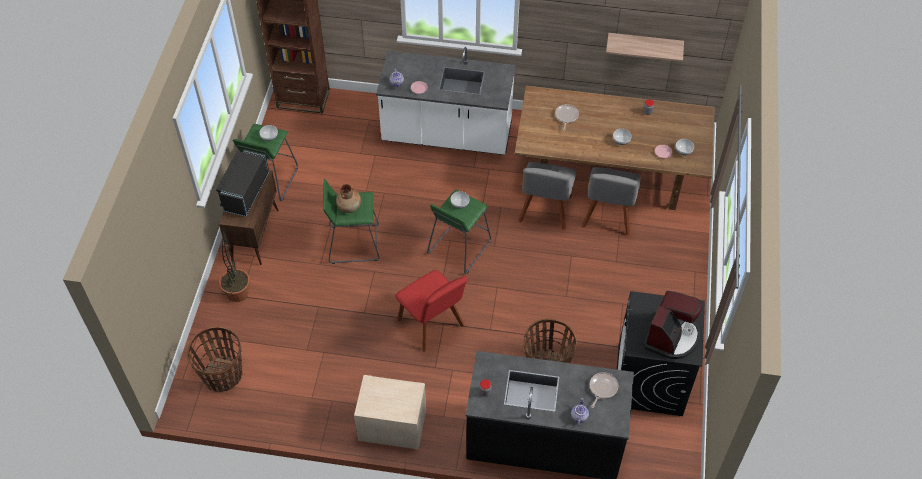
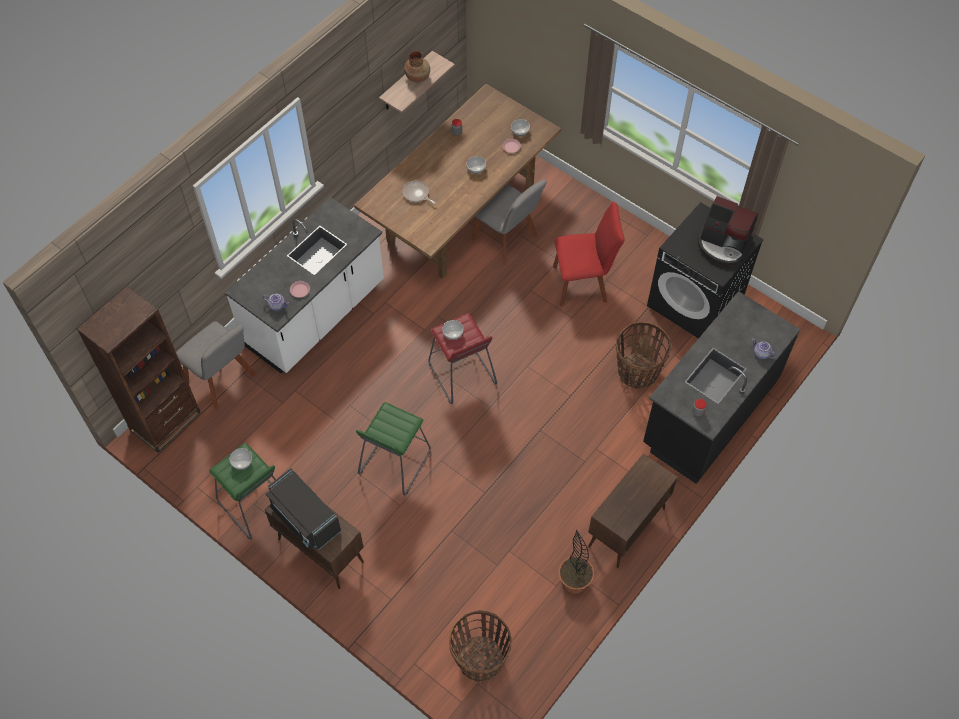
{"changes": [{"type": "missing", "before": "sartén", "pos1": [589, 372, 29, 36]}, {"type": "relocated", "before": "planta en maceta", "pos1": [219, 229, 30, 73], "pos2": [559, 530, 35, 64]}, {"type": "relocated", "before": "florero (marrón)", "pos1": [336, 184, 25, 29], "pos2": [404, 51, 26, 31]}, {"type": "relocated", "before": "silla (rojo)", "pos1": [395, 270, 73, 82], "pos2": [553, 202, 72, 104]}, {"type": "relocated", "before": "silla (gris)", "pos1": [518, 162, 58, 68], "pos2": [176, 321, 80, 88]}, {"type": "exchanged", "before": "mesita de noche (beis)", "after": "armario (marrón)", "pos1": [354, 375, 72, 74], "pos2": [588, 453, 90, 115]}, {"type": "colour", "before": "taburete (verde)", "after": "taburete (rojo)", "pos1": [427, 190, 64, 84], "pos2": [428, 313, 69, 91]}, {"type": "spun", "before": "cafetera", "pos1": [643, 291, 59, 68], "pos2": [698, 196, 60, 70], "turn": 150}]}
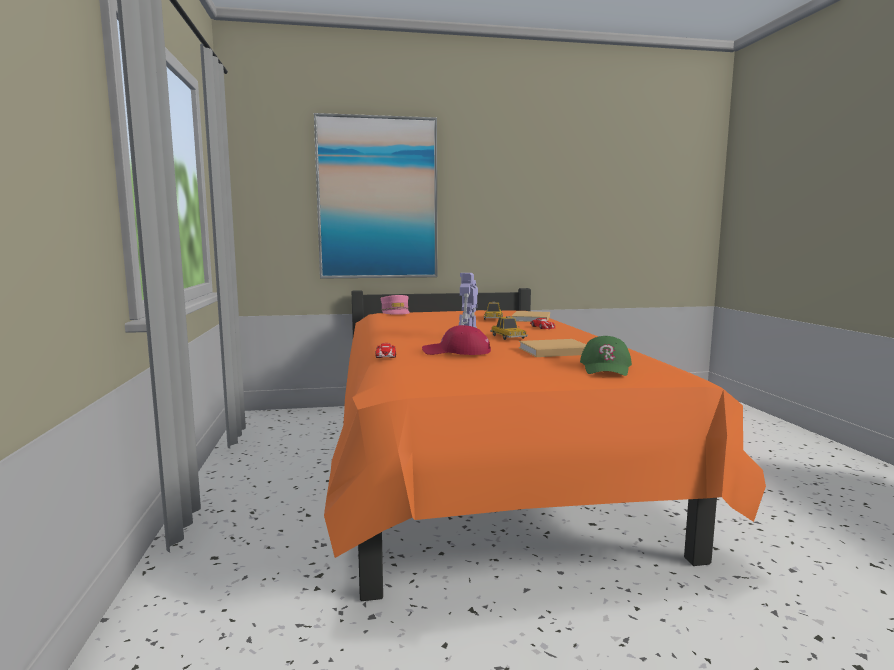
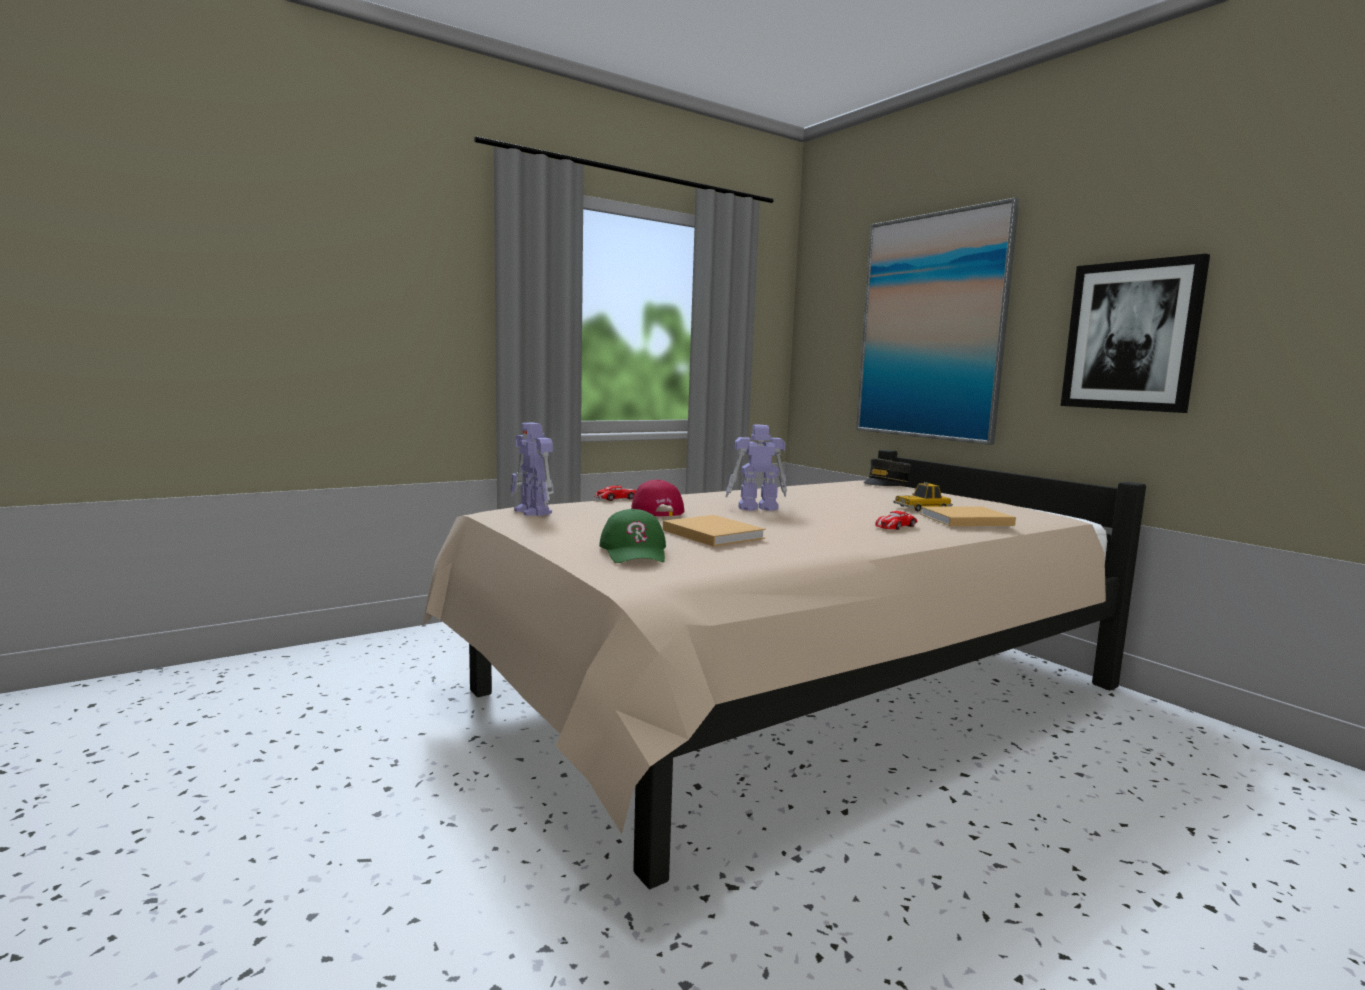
{"changes": [{"type": "missing", "before": "coche de juguete", "pos1": [490, 316, 38, 24]}, {"type": "appeared", "after": "robot de juguete", "pos2": [510, 423, 44, 93]}, {"type": "appeared", "after": "cuadro", "pos2": [1061, 254, 149, 159]}, {"type": "colour", "before": "cama (naranja)", "after": "cama (beis)", "pos1": [324, 288, 442, 313], "pos2": [422, 450, 724, 440]}, {"type": "colour", "before": "gorra (rosa)", "after": "gorra (gris)", "pos1": [380, 295, 30, 20], "pos2": [863, 458, 48, 28]}, {"type": "spun", "before": "gorra (verde)", "pos1": [580, 336, 52, 40], "pos2": [599, 509, 67, 54], "turn": -90}]}
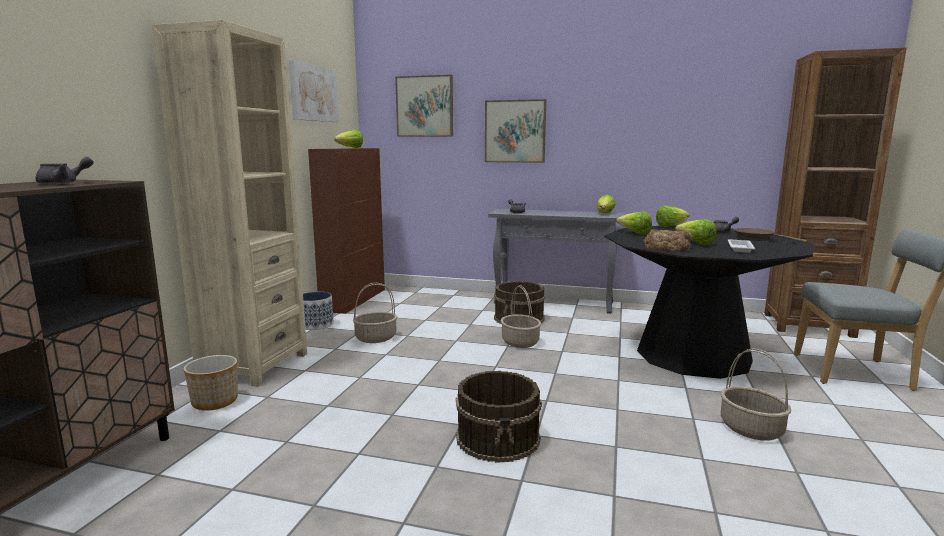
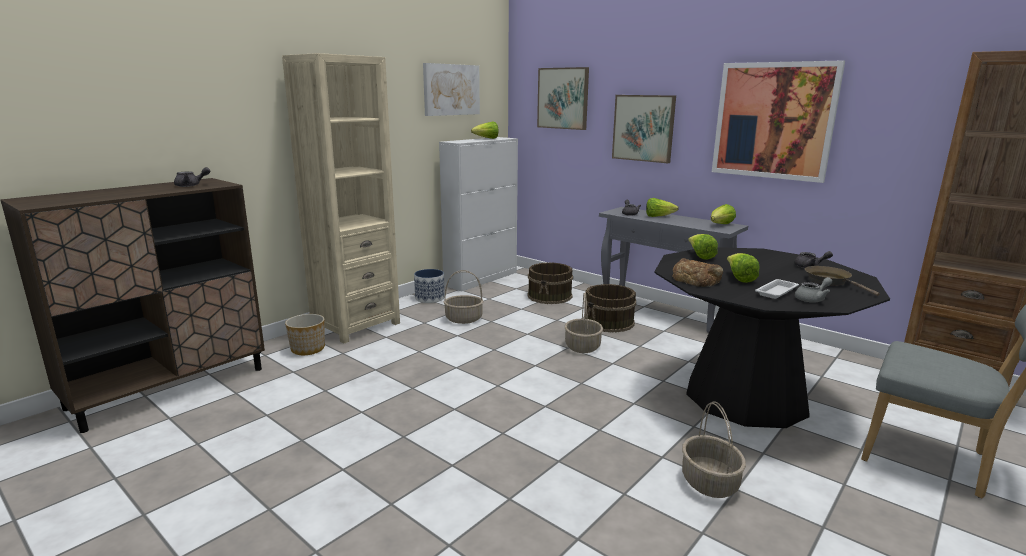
{"changes": [{"type": "appeared", "after": "cuadro", "pos2": [712, 60, 133, 123]}, {"type": "appeared", "after": "tetera (gris)", "pos2": [795, 277, 37, 26]}, {"type": "relocated", "before": "cubo (marrón)", "pos1": [456, 371, 86, 92], "pos2": [527, 263, 46, 41]}, {"type": "relocated", "before": "lechuga", "pos1": [656, 206, 33, 21], "pos2": [646, 198, 33, 19]}, {"type": "colour", "before": "armario (marrón)", "after": "armario (blanco)", "pos1": [308, 148, 77, 166], "pos2": [439, 137, 79, 155]}]}
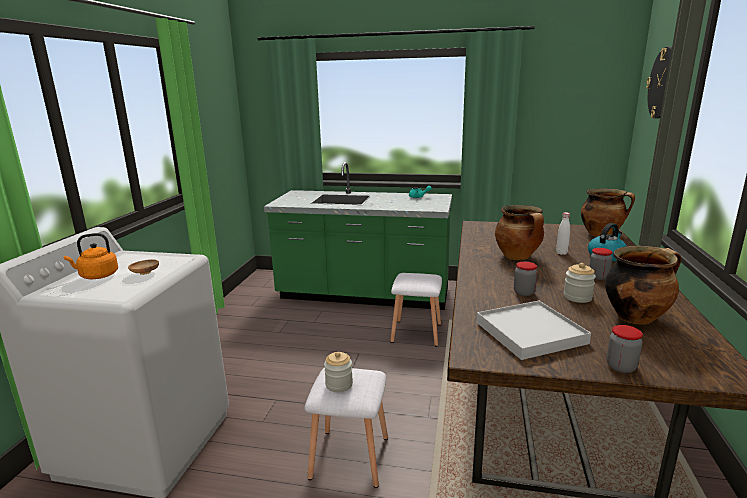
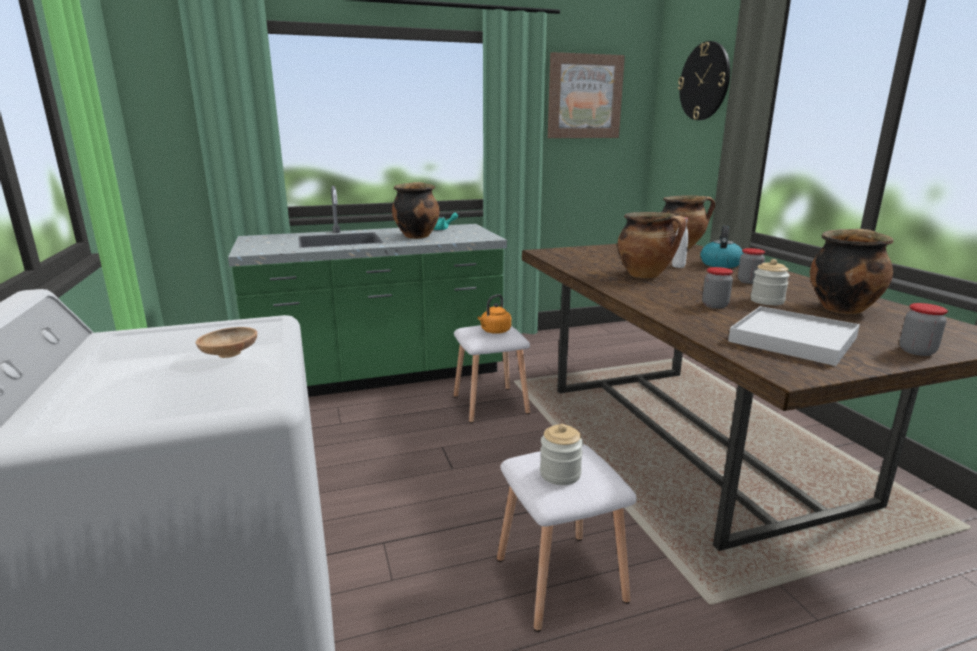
{"changes": [{"type": "appeared", "after": "olla", "pos2": [392, 182, 48, 57]}, {"type": "appeared", "after": "cuadro", "pos2": [548, 52, 77, 86]}, {"type": "relocated", "before": "hervidor (naranja)", "pos1": [64, 233, 54, 46], "pos2": [477, 294, 34, 40]}]}
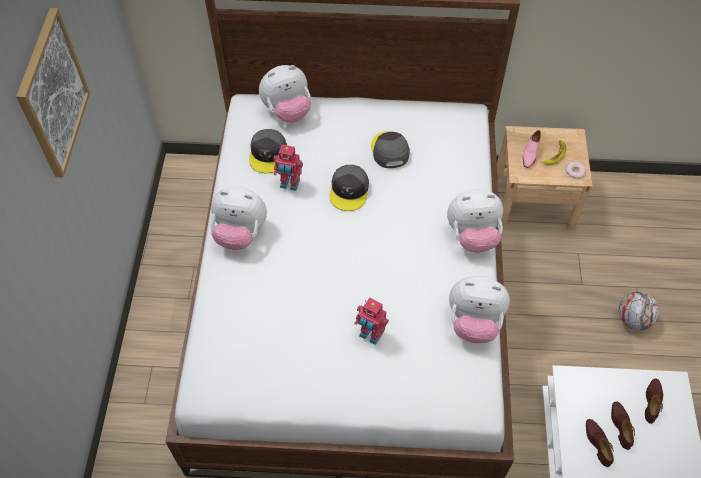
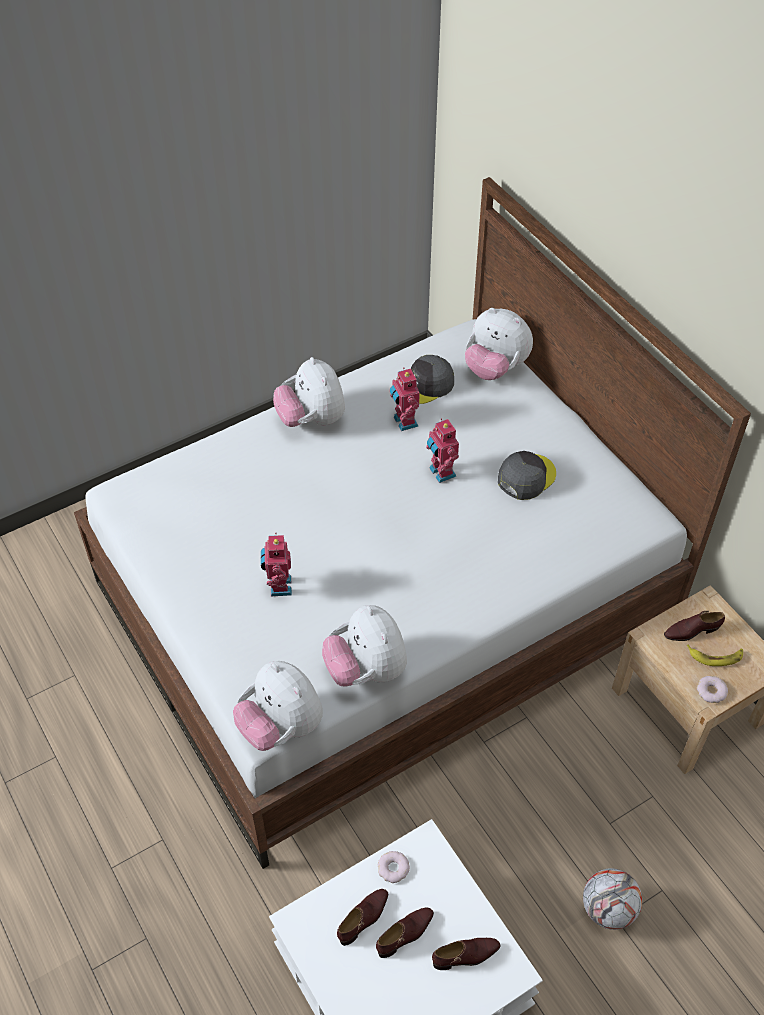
{"changes": [{"type": "missing", "before": "cuadro", "pos1": [16, 8, 74, 169]}, {"type": "appeared", "after": "rosquilla", "pos2": [378, 851, 32, 32]}, {"type": "relocated", "before": "peluche", "pos1": [447, 189, 56, 64], "pos2": [233, 661, 90, 90]}, {"type": "exchanged", "before": "gorra (gris)", "after": "robot de juguete", "pos1": [330, 165, 39, 46], "pos2": [426, 418, 33, 65]}, {"type": "colour", "before": "zapato (rosa)", "after": "zapato (marrón)", "pos1": [522, 130, 19, 38], "pos2": [664, 611, 61, 30]}]}
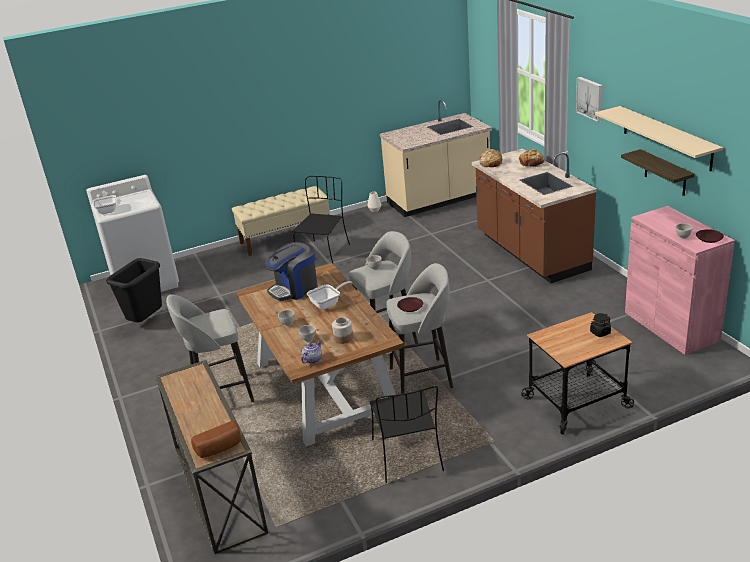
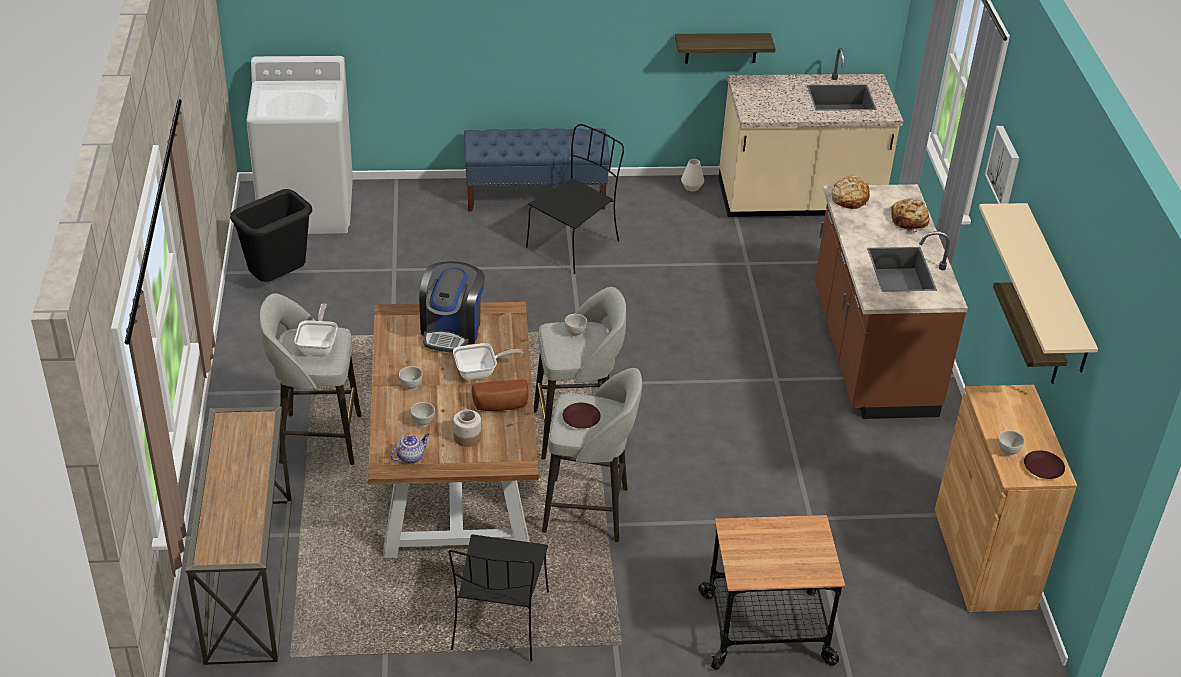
{"changes": [{"type": "missing", "before": "tarro (negro)", "pos1": [590, 313, 21, 24]}, {"type": "appeared", "after": "estante", "pos2": [675, 33, 101, 30]}, {"type": "relocated", "before": "sartén", "pos1": [93, 191, 23, 23], "pos2": [294, 303, 44, 53]}, {"type": "relocated", "before": "pan", "pos1": [191, 421, 50, 37], "pos2": [472, 379, 57, 32]}, {"type": "colour", "before": "banco (beis)", "after": "banco (azul)", "pos1": [232, 186, 98, 70], "pos2": [464, 128, 146, 84]}, {"type": "colour", "before": "armario (rosa)", "after": "armario (marrón)", "pos1": [625, 206, 110, 149], "pos2": [935, 385, 142, 227]}, {"type": "spun", "before": "cafetera", "pos1": [265, 242, 53, 59], "pos2": [419, 261, 66, 92], "turn": -60}]}
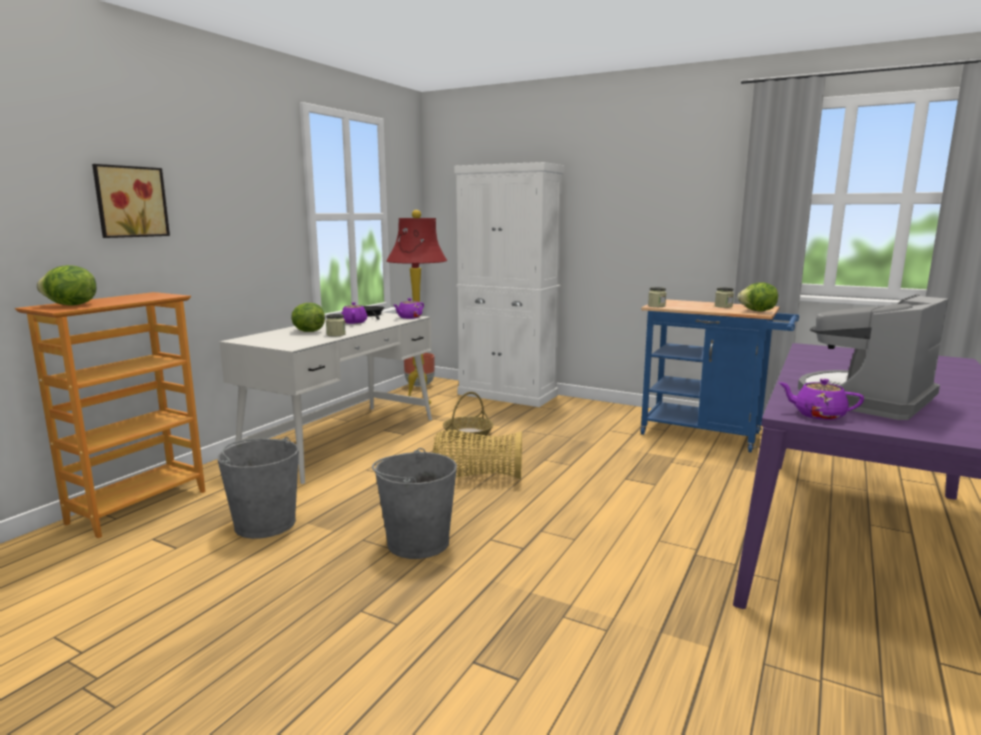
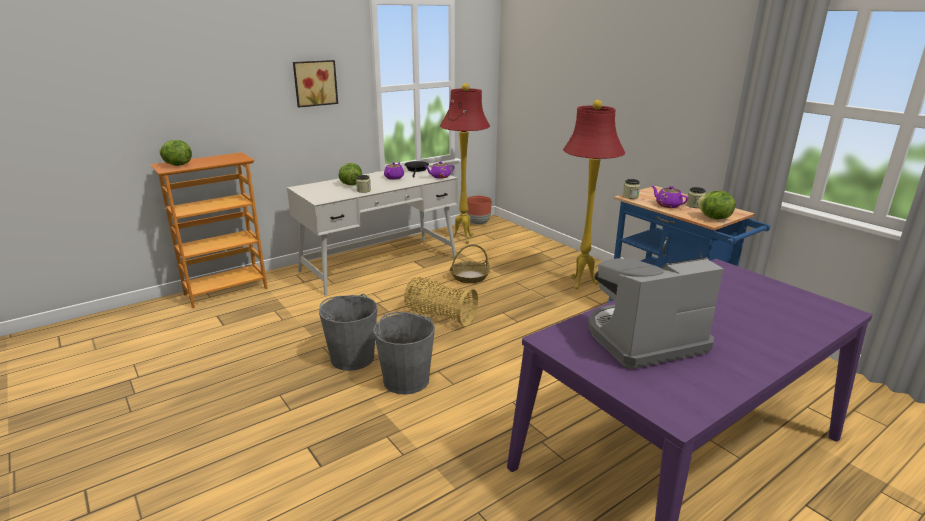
{"changes": [{"type": "missing", "before": "armario (blanco)", "pos1": [454, 162, 110, 245]}, {"type": "appeared", "after": "lámpara de pie (rojo)", "pos2": [563, 100, 62, 189]}, {"type": "relocated", "before": "cuadro", "pos1": [92, 164, 78, 74], "pos2": [293, 60, 45, 47]}, {"type": "relocated", "before": "cubo (gris)", "pos1": [217, 437, 82, 102], "pos2": [373, 312, 62, 83]}, {"type": "relocated", "before": "tetera (morado)", "pos1": [778, 379, 86, 41], "pos2": [652, 186, 36, 22]}]}
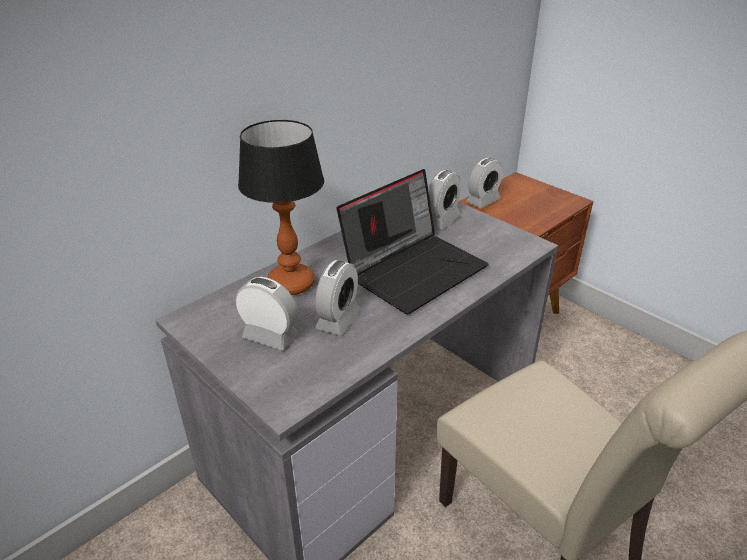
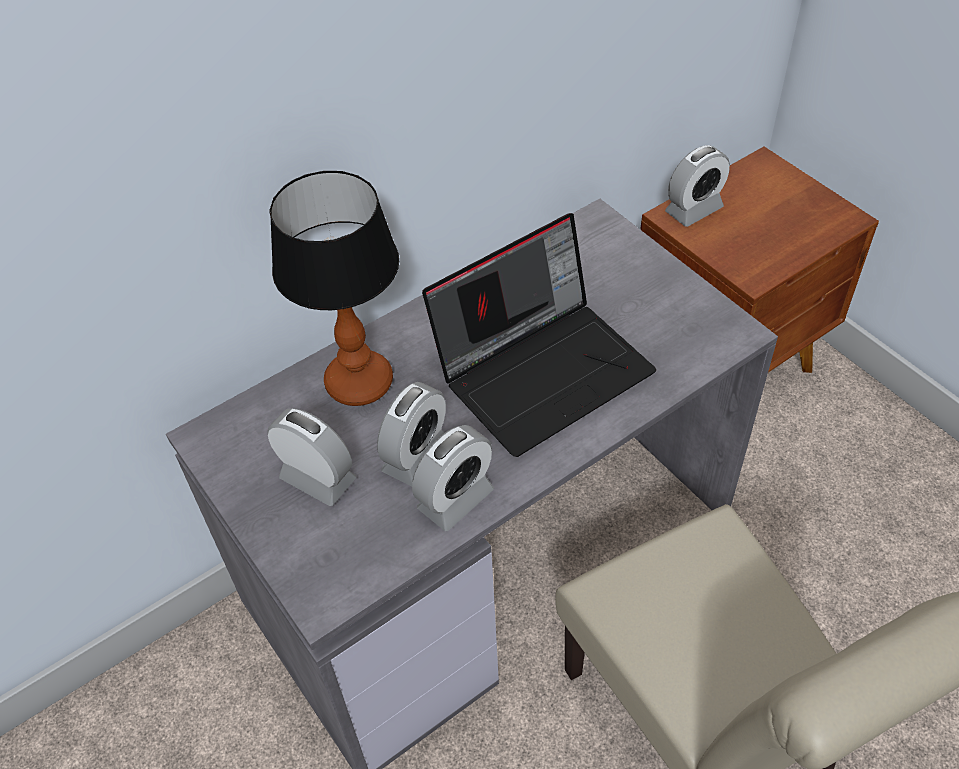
{"changes": [{"type": "relocated", "before": "despertador", "pos1": [428, 170, 33, 59], "pos2": [412, 425, 82, 106]}]}
